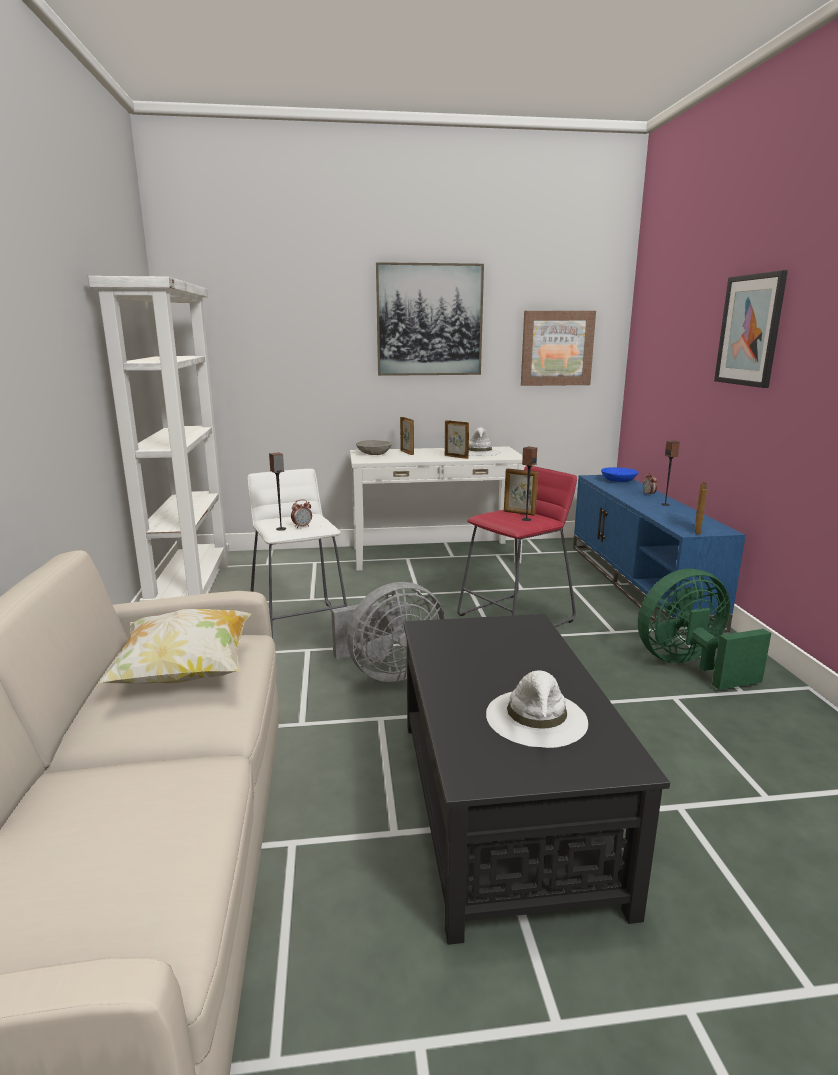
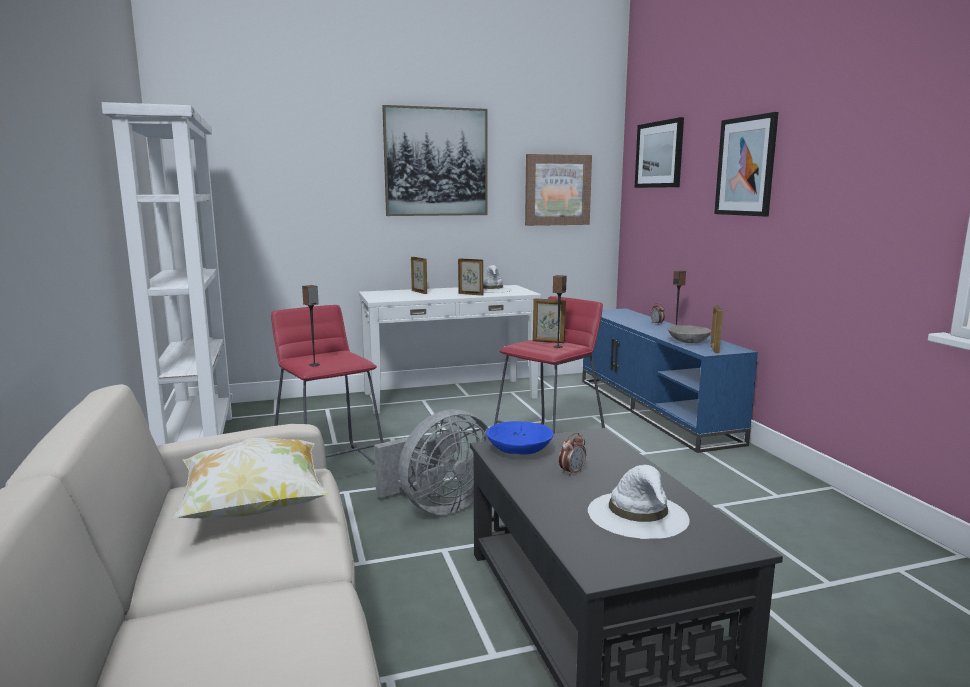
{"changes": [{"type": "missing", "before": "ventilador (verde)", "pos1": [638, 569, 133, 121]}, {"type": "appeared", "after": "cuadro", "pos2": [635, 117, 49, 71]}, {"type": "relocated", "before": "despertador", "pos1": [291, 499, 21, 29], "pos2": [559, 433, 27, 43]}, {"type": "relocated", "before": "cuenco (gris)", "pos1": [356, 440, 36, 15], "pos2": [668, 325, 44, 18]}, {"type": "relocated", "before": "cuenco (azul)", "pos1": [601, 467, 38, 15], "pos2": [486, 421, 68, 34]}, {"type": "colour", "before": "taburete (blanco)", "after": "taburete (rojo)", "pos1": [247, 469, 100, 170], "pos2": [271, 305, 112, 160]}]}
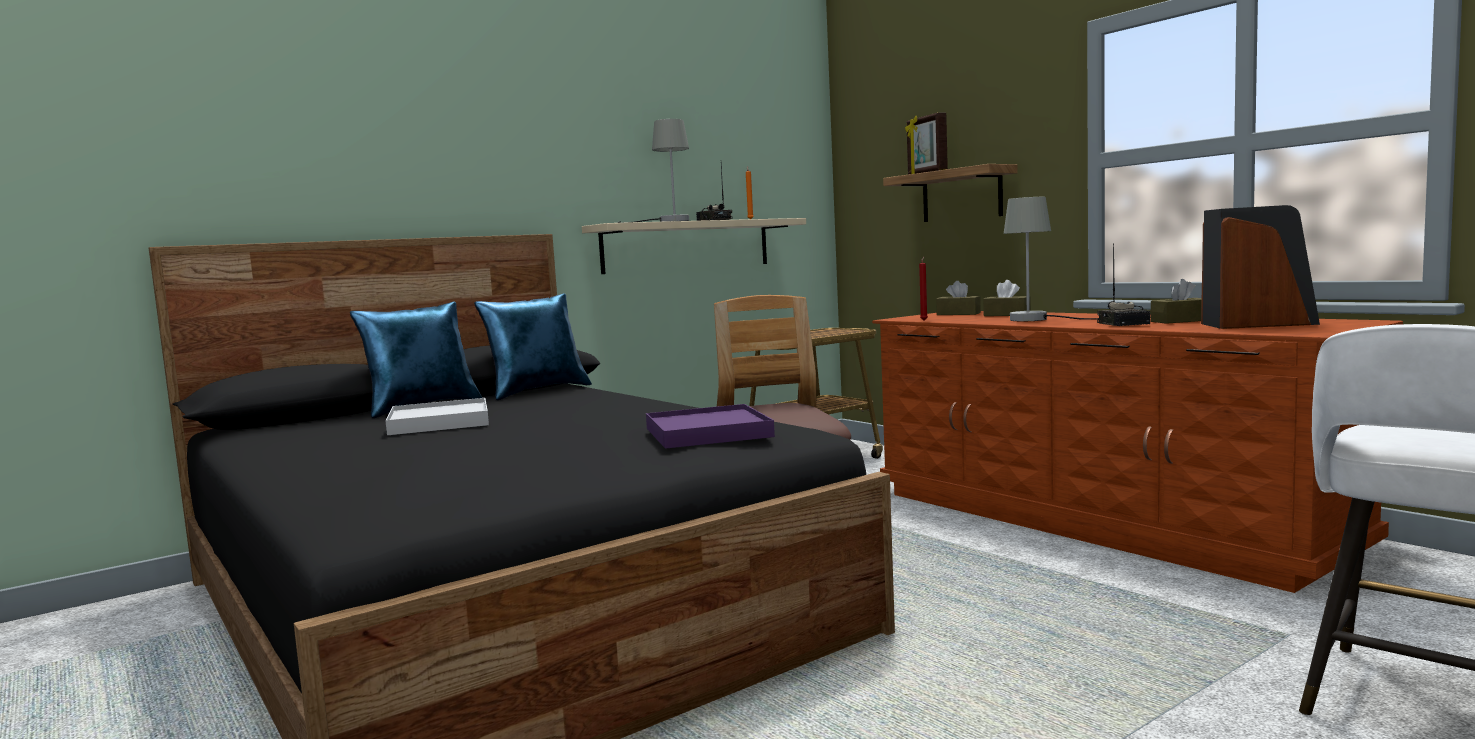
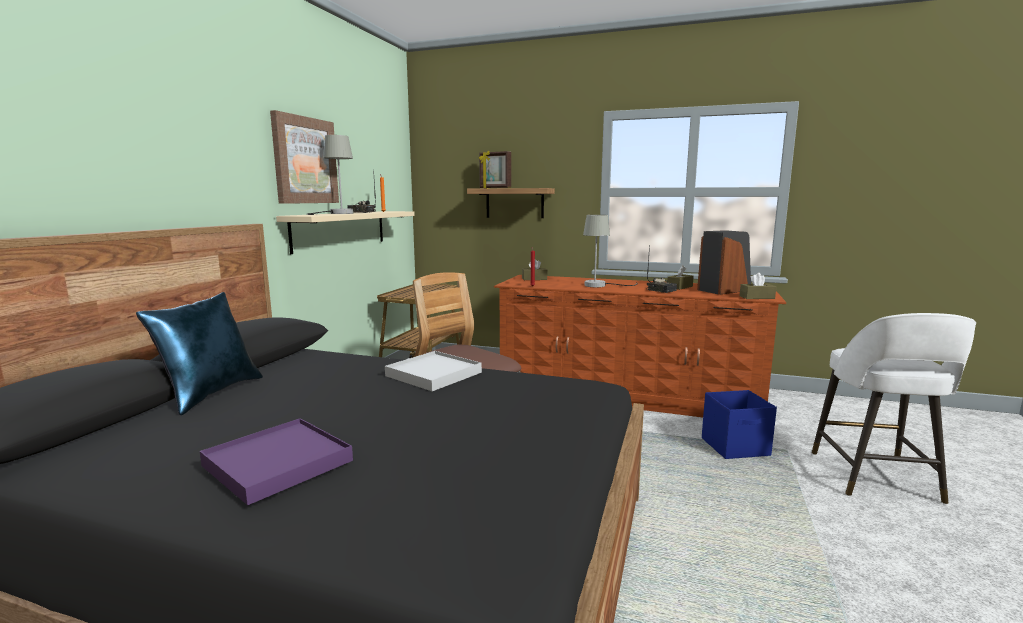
{"changes": [{"type": "missing", "before": "cojín (azul)", "pos1": [474, 293, 118, 107]}, {"type": "appeared", "after": "cuadro", "pos2": [270, 110, 69, 94]}, {"type": "appeared", "after": "caja de almacenaje (azul)", "pos2": [702, 390, 75, 69]}, {"type": "relocated", "before": "bandeja (blanco)", "pos1": [385, 398, 104, 37], "pos2": [385, 351, 97, 40]}, {"type": "relocated", "before": "bandeja (morado)", "pos1": [646, 404, 129, 45], "pos2": [200, 418, 153, 87]}, {"type": "relocated", "before": "caja de pañuelos (marrón)", "pos1": [983, 280, 48, 36], "pos2": [740, 273, 36, 26]}]}
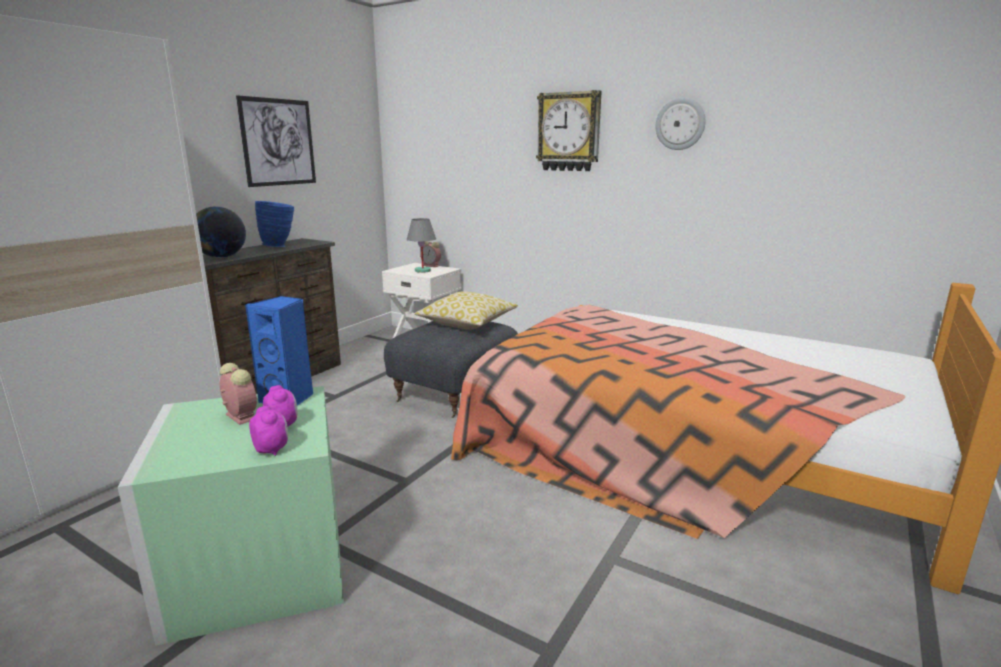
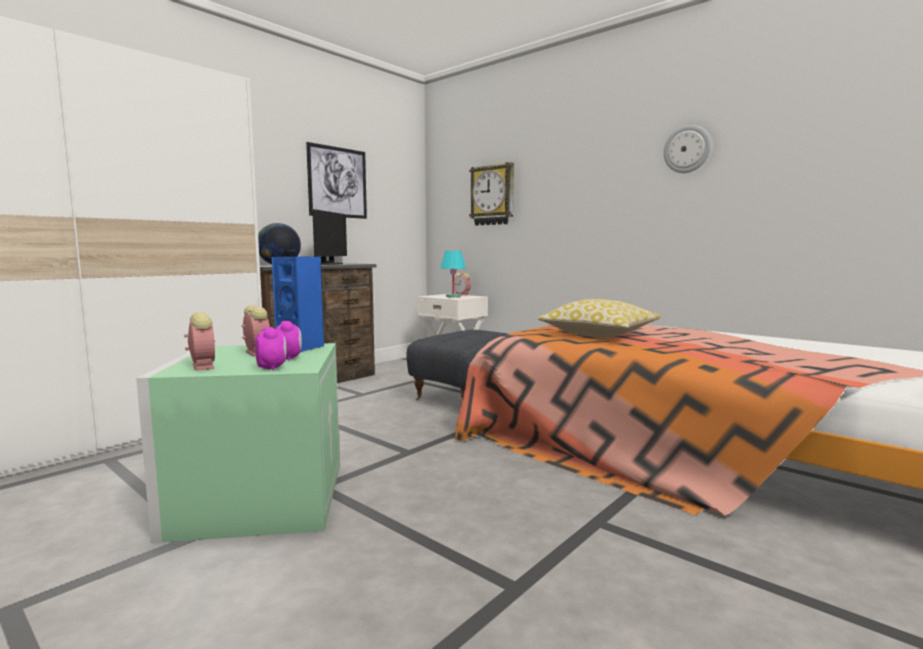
{"changes": [{"type": "appeared", "after": "despertador", "pos2": [184, 312, 31, 59]}, {"type": "relocated", "before": "cojín", "pos1": [414, 291, 104, 39], "pos2": [538, 299, 123, 39]}, {"type": "relocated", "before": "reloj de pared", "pos1": [536, 90, 66, 81], "pos2": [469, 162, 45, 63]}, {"type": "exchanged", "before": "florero (azul)", "after": "monitor", "pos1": [255, 201, 39, 46], "pos2": [312, 209, 35, 56]}, {"type": "colour", "before": "lámpara de mesa (gris)", "after": "lámpara de mesa (turquesa)", "pos1": [407, 218, 29, 55], "pos2": [440, 251, 26, 47]}]}
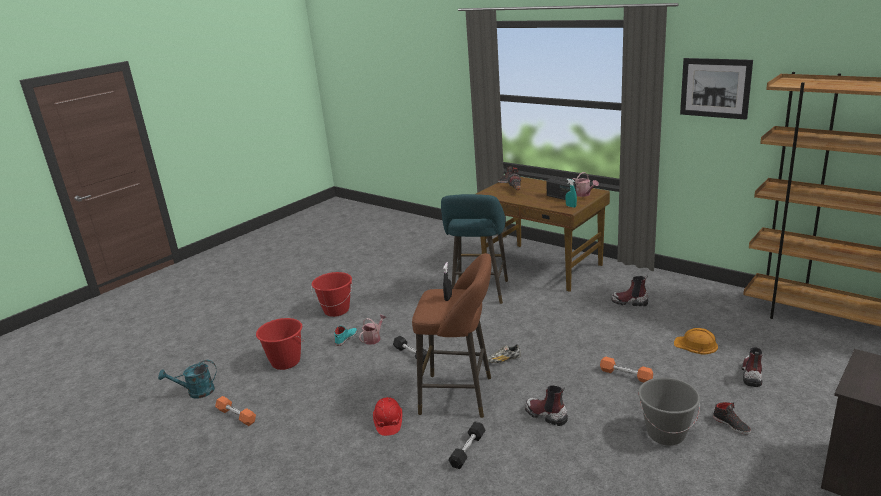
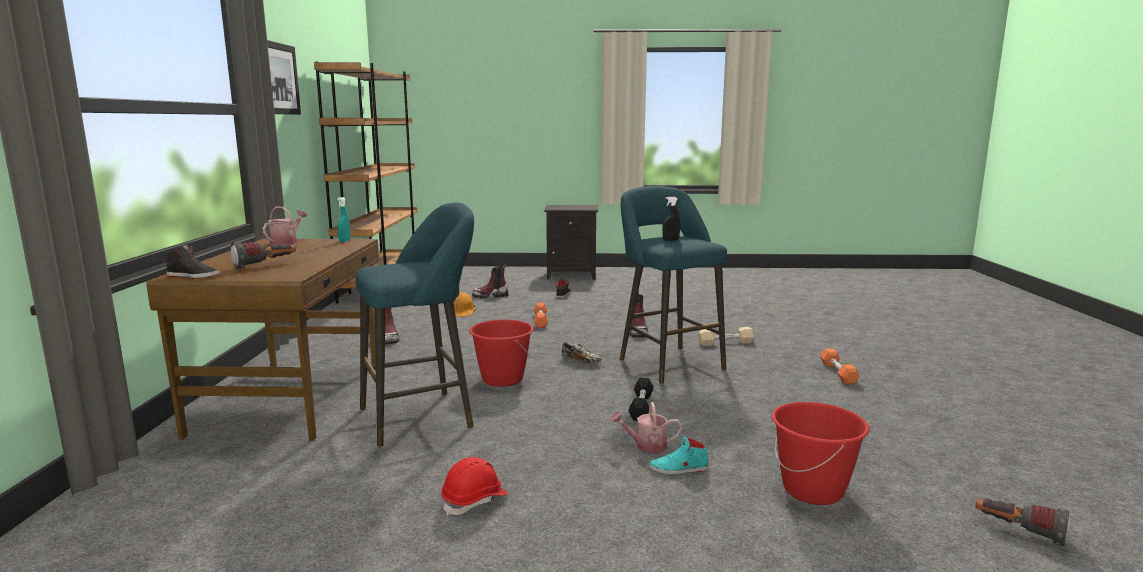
{"changes": [{"type": "missing", "before": "radio", "pos1": [546, 178, 30, 22]}, {"type": "missing", "before": "cubo (gris)", "pos1": [638, 378, 62, 67]}, {"type": "relocated", "before": "mancuerna (naranja)", "pos1": [215, 396, 41, 30], "pos2": [820, 348, 40, 36]}, {"type": "relocated", "before": "cubo (rojo)", "pos1": [312, 272, 40, 45], "pos2": [469, 320, 65, 67]}, {"type": "relocated", "before": "casco (rojo)", "pos1": [373, 397, 29, 39], "pos2": [441, 457, 67, 59]}, {"type": "exchanged", "before": "regadera (turquesa)", "after": "linterna", "pos1": [158, 360, 59, 39], "pos2": [975, 498, 96, 48]}, {"type": "colour", "before": "taburete (marrón)", "after": "taburete (turquesa)", "pos1": [412, 253, 80, 165], "pos2": [620, 186, 107, 198]}, {"type": "colour", "before": "mancuerna (negro)", "after": "mancuerna (beis)", "pos1": [448, 422, 38, 47], "pos2": [698, 327, 56, 19]}]}
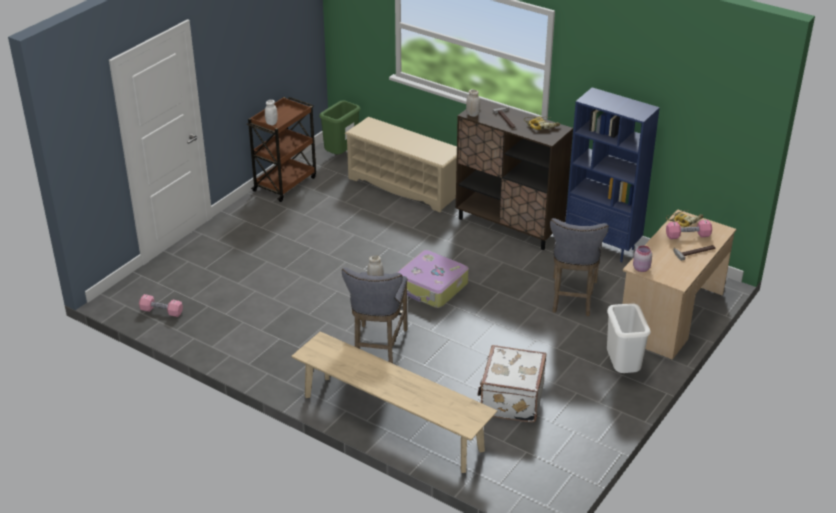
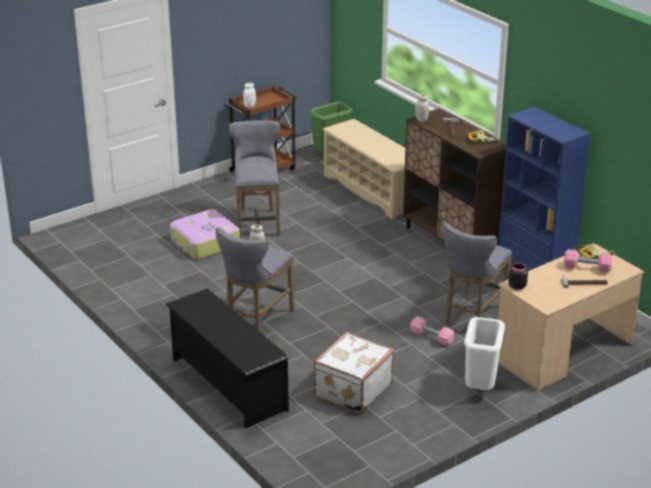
{"changes": [{"type": "appeared", "after": "taburete (gris)", "pos2": [229, 120, 51, 118]}, {"type": "relocated", "before": "mancuerna (rosa)", "pos1": [139, 294, 44, 23], "pos2": [410, 316, 44, 30]}, {"type": "relocated", "before": "maleta", "pos1": [397, 250, 72, 58], "pos2": [170, 209, 70, 51]}, {"type": "exchanged", "before": "banco (beis)", "after": "zapatero (negro)", "pos1": [291, 331, 207, 142], "pos2": [166, 288, 124, 140]}, {"type": "colour", "before": "tarro (rosa)", "after": "tarro (negro)", "pos1": [633, 246, 19, 26], "pos2": [508, 262, 20, 28]}]}
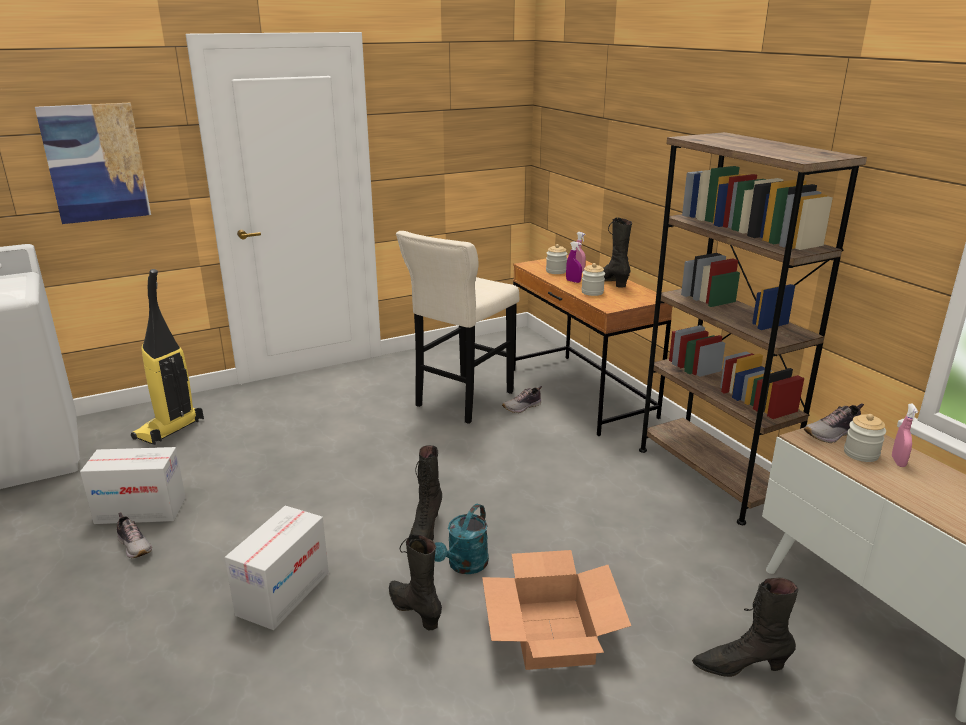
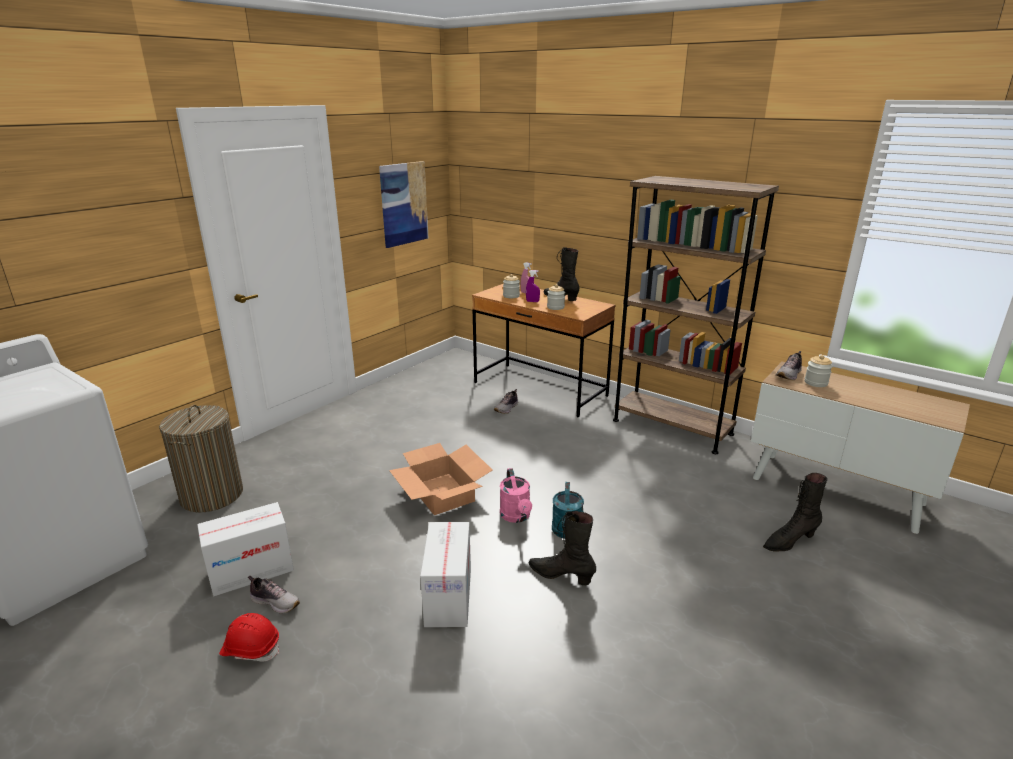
{"changes": [{"type": "missing", "before": "taburete (beis)", "pos1": [396, 231, 123, 193]}, {"type": "missing", "before": "pulverizador (rosa)", "pos1": [892, 404, 26, 63]}, {"type": "appeared", "after": "casco (rojo)", "pos2": [219, 613, 61, 49]}, {"type": "relocated", "before": "cuadro", "pos1": [35, 103, 116, 121], "pos2": [379, 161, 49, 87]}, {"type": "relocated", "before": "caja de cartón", "pos1": [482, 550, 149, 120], "pos2": [389, 443, 104, 72]}, {"type": "exchanged", "before": "aspiradora", "after": "cesto de la ropa", "pos1": [131, 269, 73, 176], "pos2": [159, 405, 84, 107]}, {"type": "exchanged", "before": "bota (negro)", "after": "regadera (rosa)", "pos1": [410, 445, 32, 96], "pos2": [500, 468, 32, 55]}]}
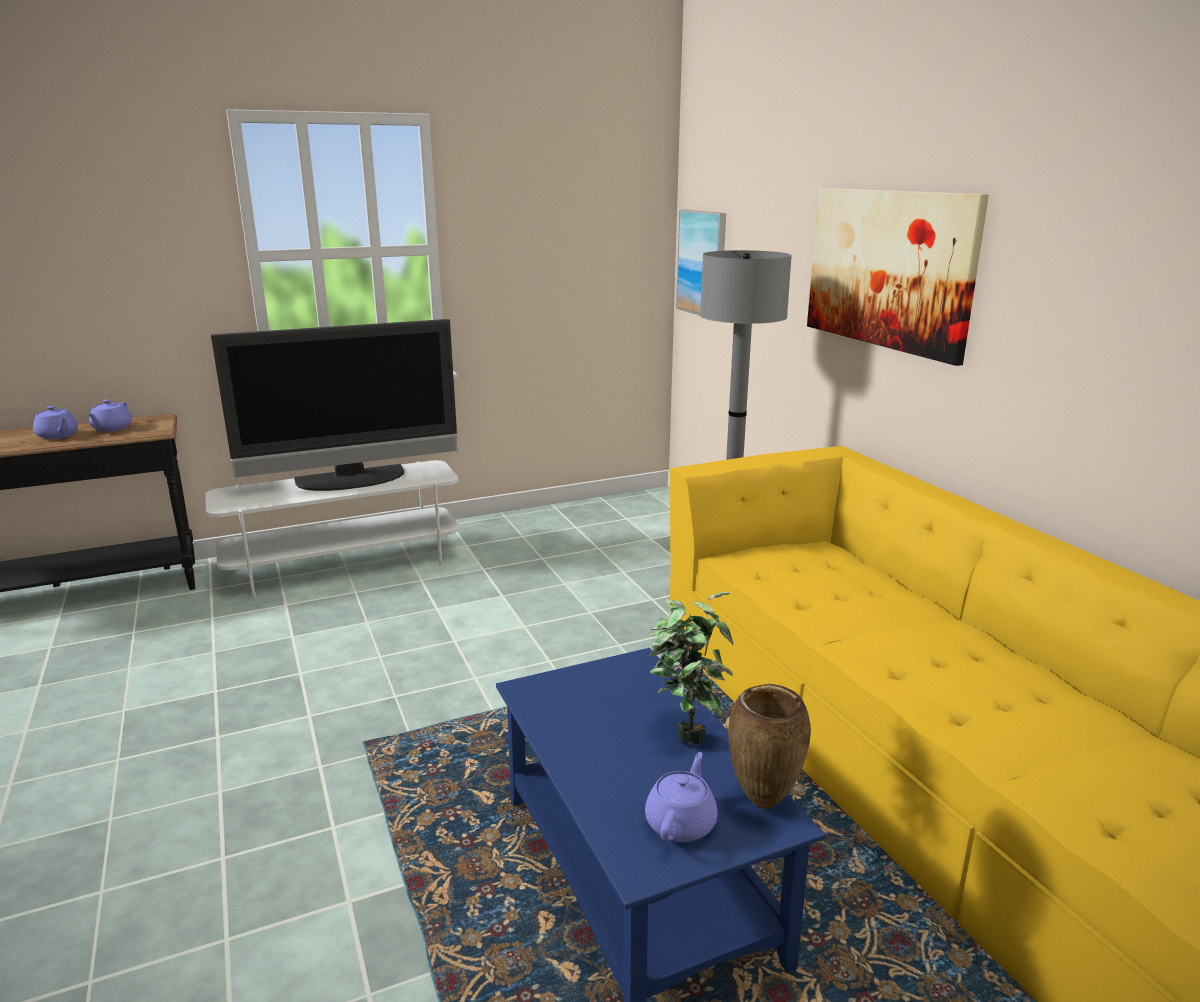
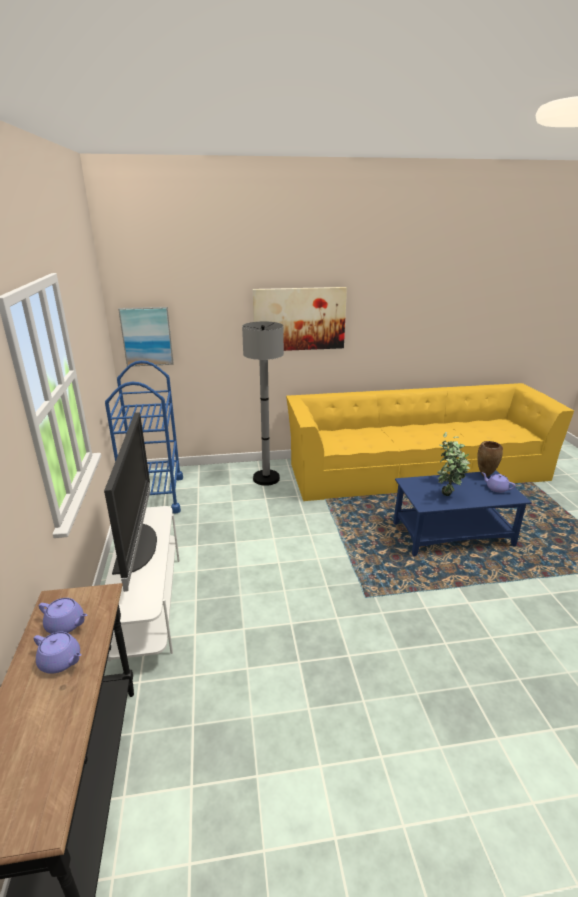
{"changes": [{"type": "appeared", "after": "carrito (azul)", "pos2": [105, 360, 78, 153]}, {"type": "appeared", "after": "planta en maceta", "pos2": [437, 453, 33, 43]}, {"type": "spun", "before": "tetera (morado)", "pos1": [33, 406, 45, 33], "pos2": [33, 632, 49, 42], "turn": 60}]}
